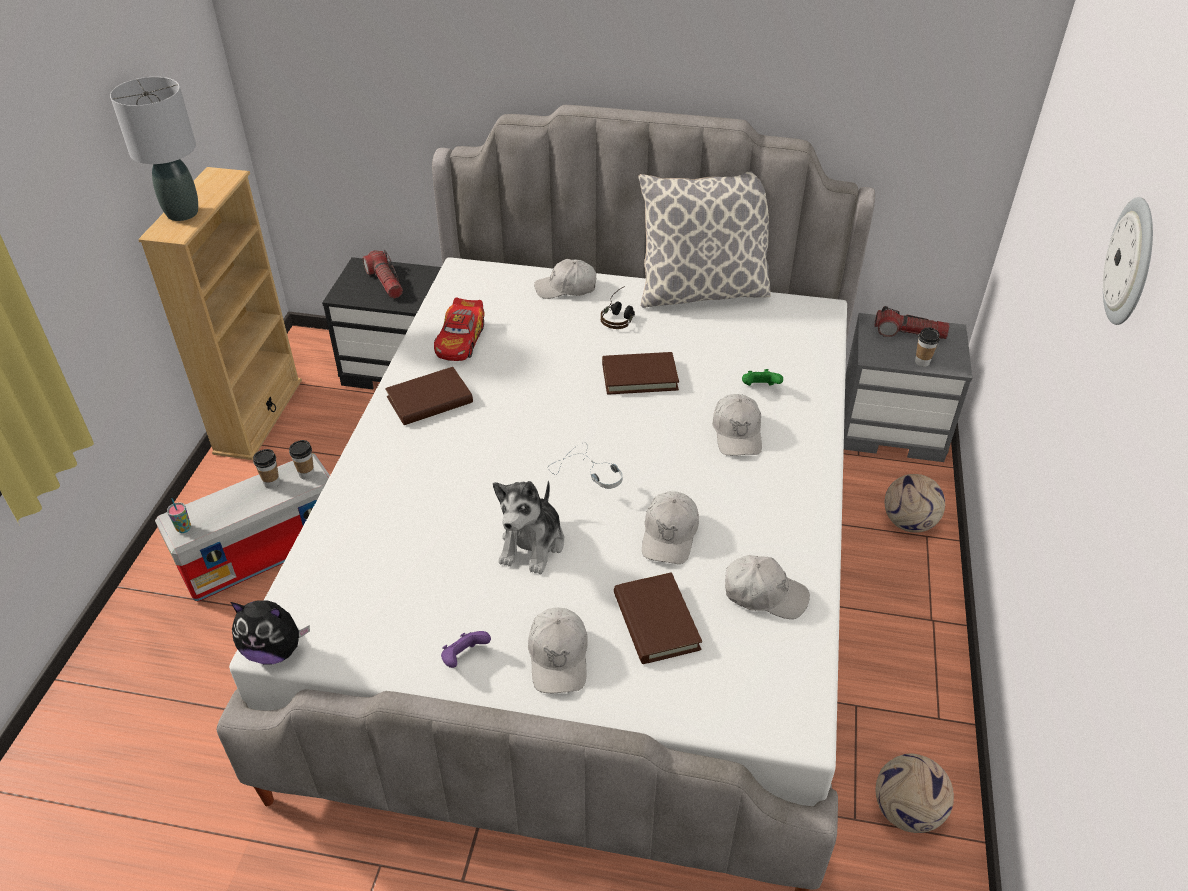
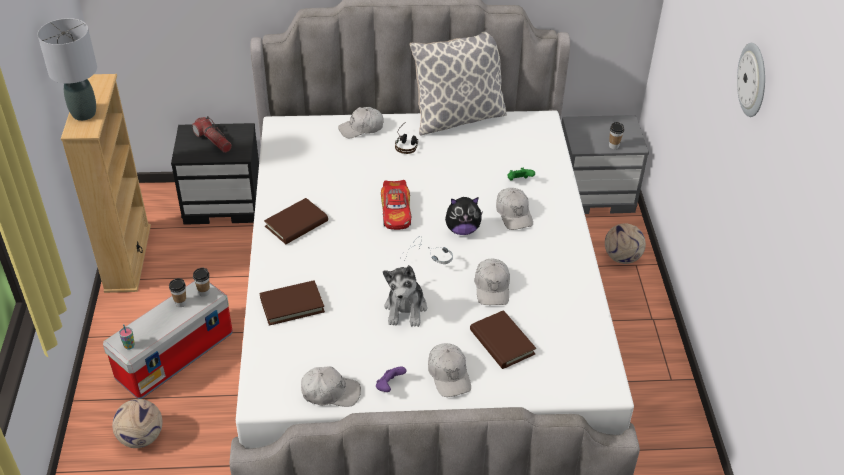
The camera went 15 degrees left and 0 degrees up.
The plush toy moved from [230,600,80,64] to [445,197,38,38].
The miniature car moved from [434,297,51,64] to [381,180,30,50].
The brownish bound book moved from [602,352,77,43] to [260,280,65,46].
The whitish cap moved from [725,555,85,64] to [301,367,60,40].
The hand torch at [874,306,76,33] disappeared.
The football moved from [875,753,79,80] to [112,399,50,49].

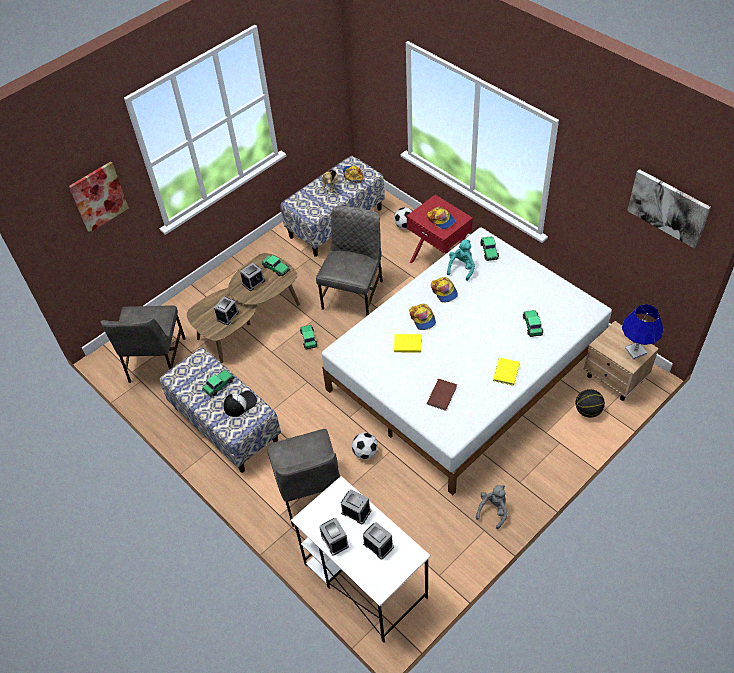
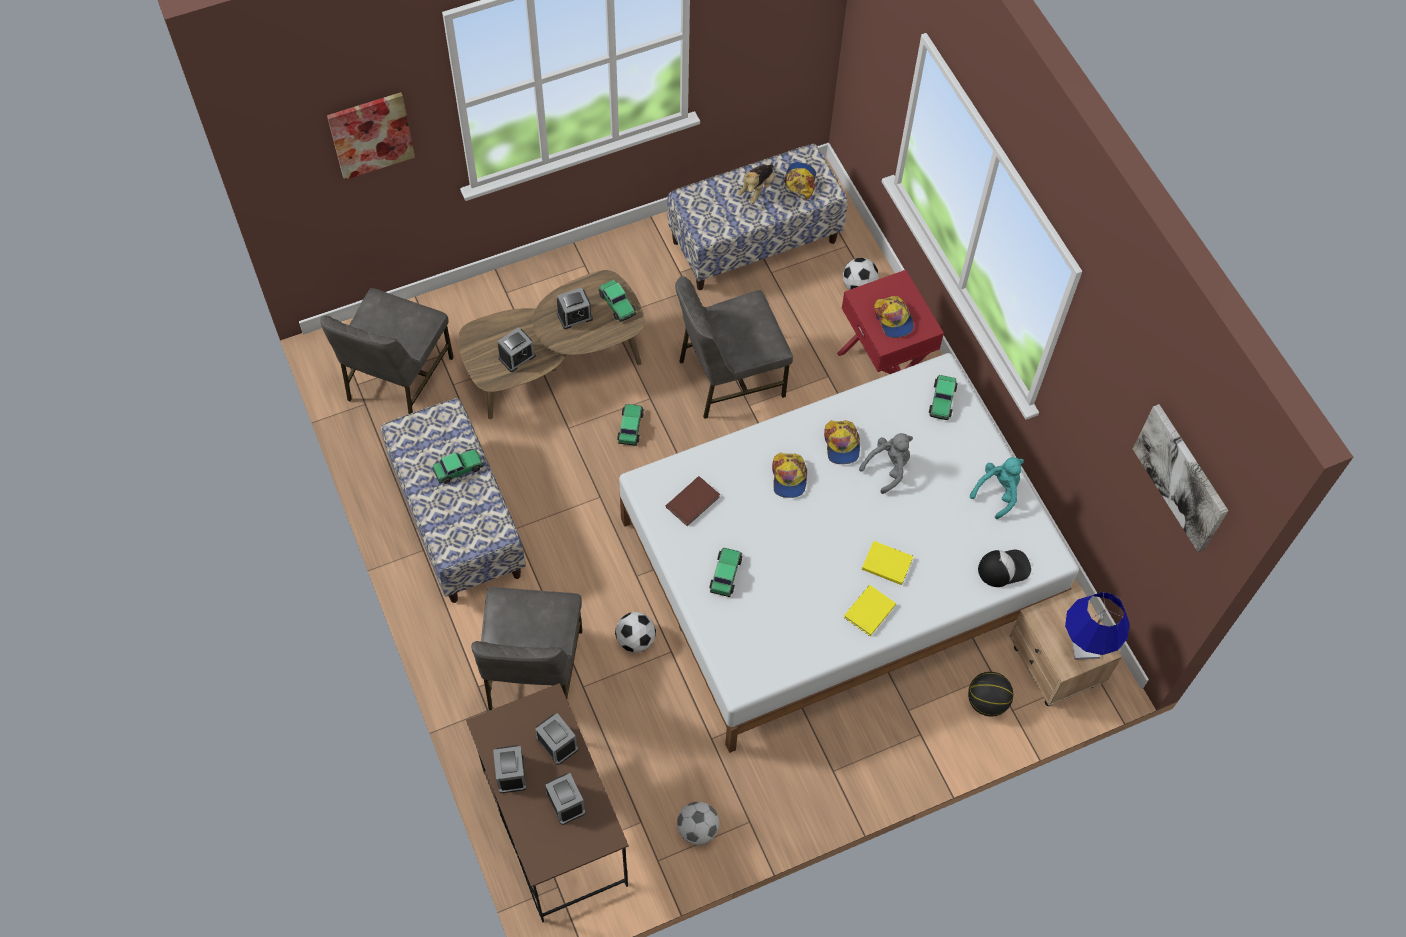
The camera went 15 degrees right and 10 degrees up.
The cap moved from [223,391,34,26] to [978,549,53,38].
The whitish desk unit at [291,476,140,167] became the brownish desk unit at [466,683,163,240].
The greyish upright chair at [316,205,67,111] turned 150 degrees counterclockwise.
The yellow-coloured bound book moved from [394,334,27,18] to [862,541,51,44].
The brownish bound book moved from [427,379,30,32] to [666,476,54,50].
The turquoise-coloured plush toy moved from [447,240,28,41] to [970,457,54,62].
The greyish plush toy moved from [476,485,32,44] to [859,433,54,61].
The miniature car moved from [523,310,20,27] to [709,548,34,49].
The football at [677,802,42,43] appeared.

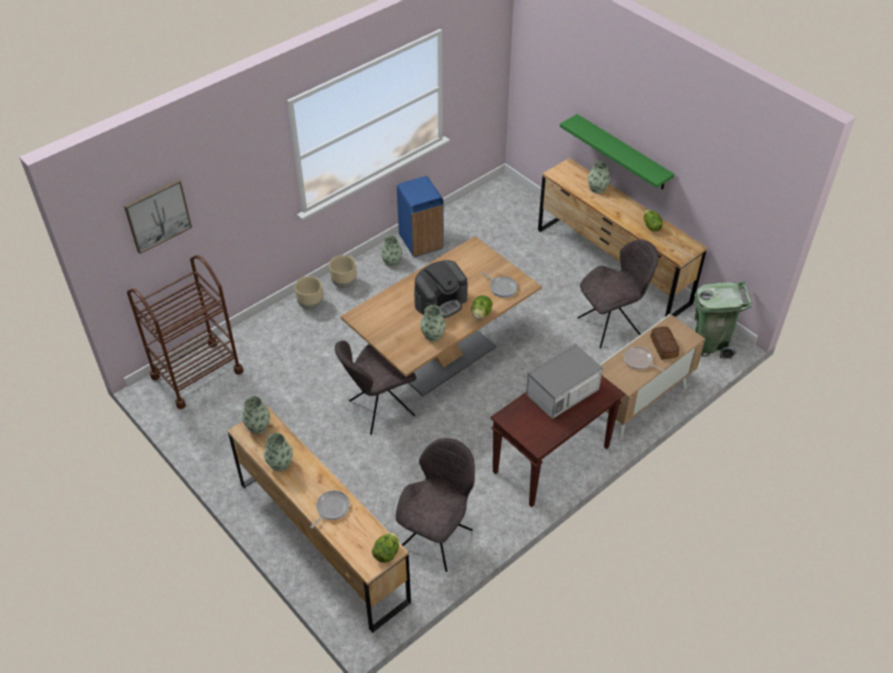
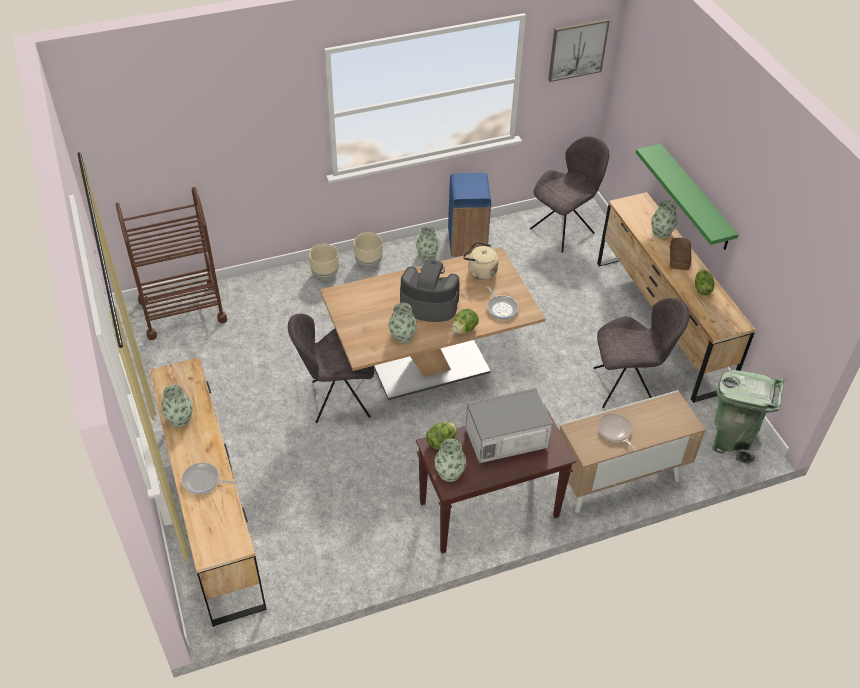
The camera went 20 degrees right and 0 degrees up.
The picture moved from [124,179,68,75] to [548,19,62,63].
The decorative vase moved from [242,396,28,38] to [434,439,32,43].
The skillet at [310,490,40,38] turned 135 degrees counterclockwise.
The head of lettuce moved from [372,533,27,30] to [426,422,31,27].
The greyish upright chair moved from [396,438,79,134] to [530,136,79,117].
The coffee brewer at [414,260,54,58] turned 150 degrees counterclockwise.
The bakery bread moved from [650,326,29,34] to [670,238,21,32].
The beige kettle at [463,242,36,38] appeared.

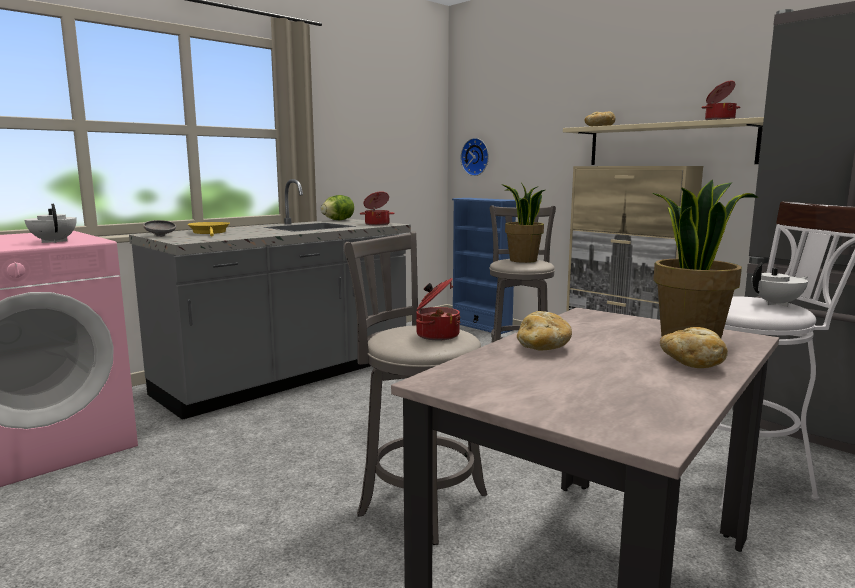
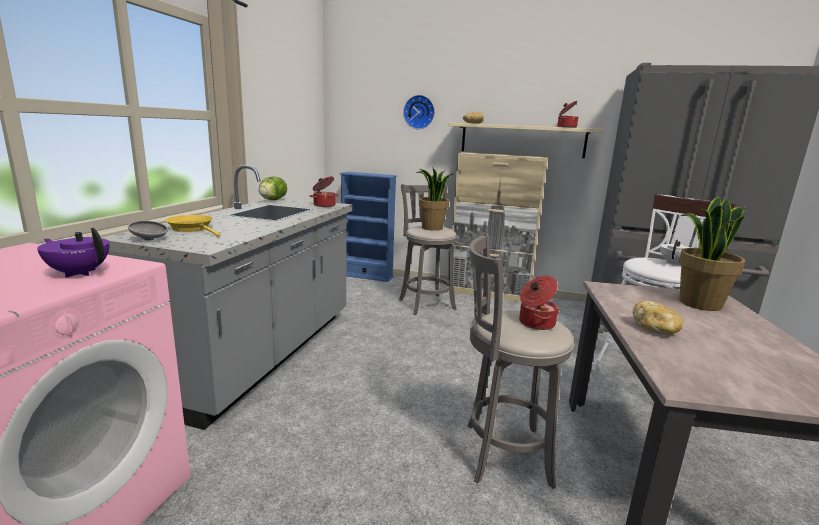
The camera went 30 degrees left and 5 degrees up.
The whitish tea pot at [25,204,52,39] became the purple tea pot at [37,228,72,50].
The wall clock moved from [461,138,28,38] to [403,95,32,34].
The bakery bread at [660,327,68,41] disappeared.

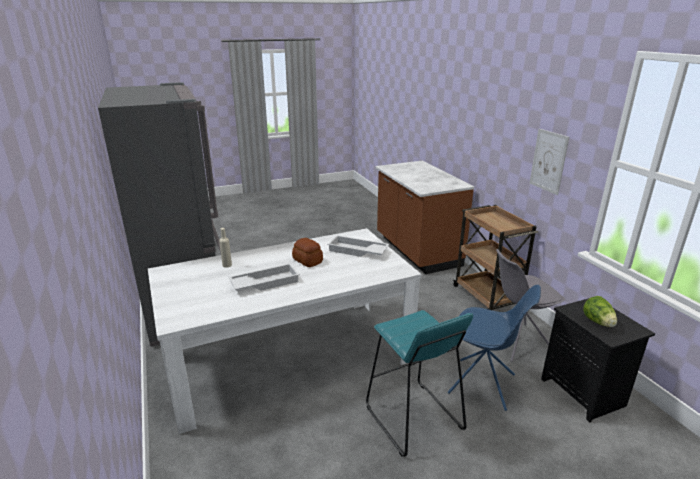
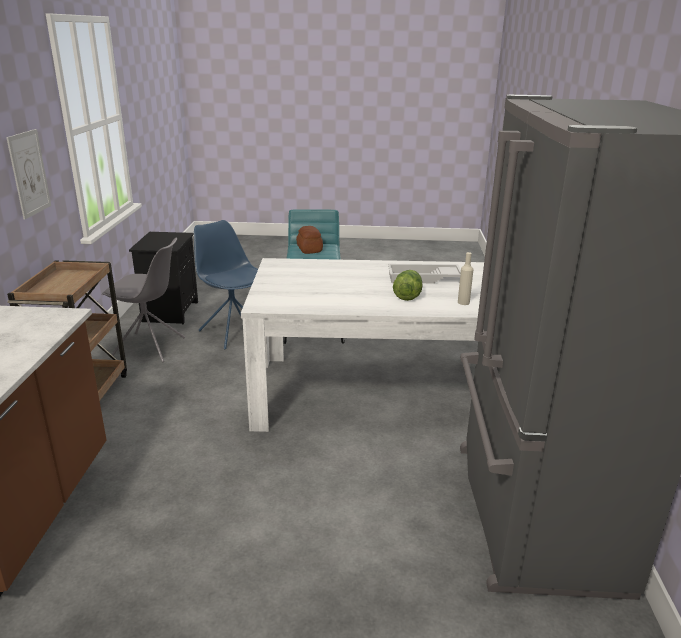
The camera went 155 degrees left and 0 degrees up.
The bakery bread moved from [292,238,31,29] to [296,226,27,28].
The whitish carrying tray at [327,235,62,22] disappeared.
The head of lettuce moved from [583,296,34,31] to [393,270,30,31].

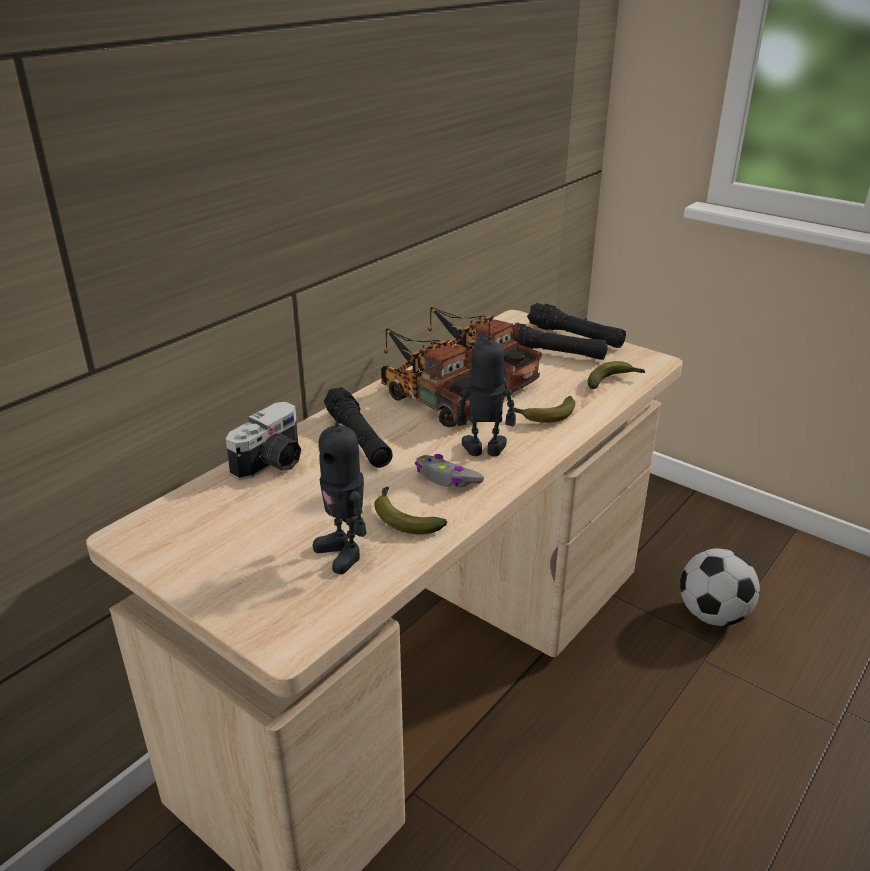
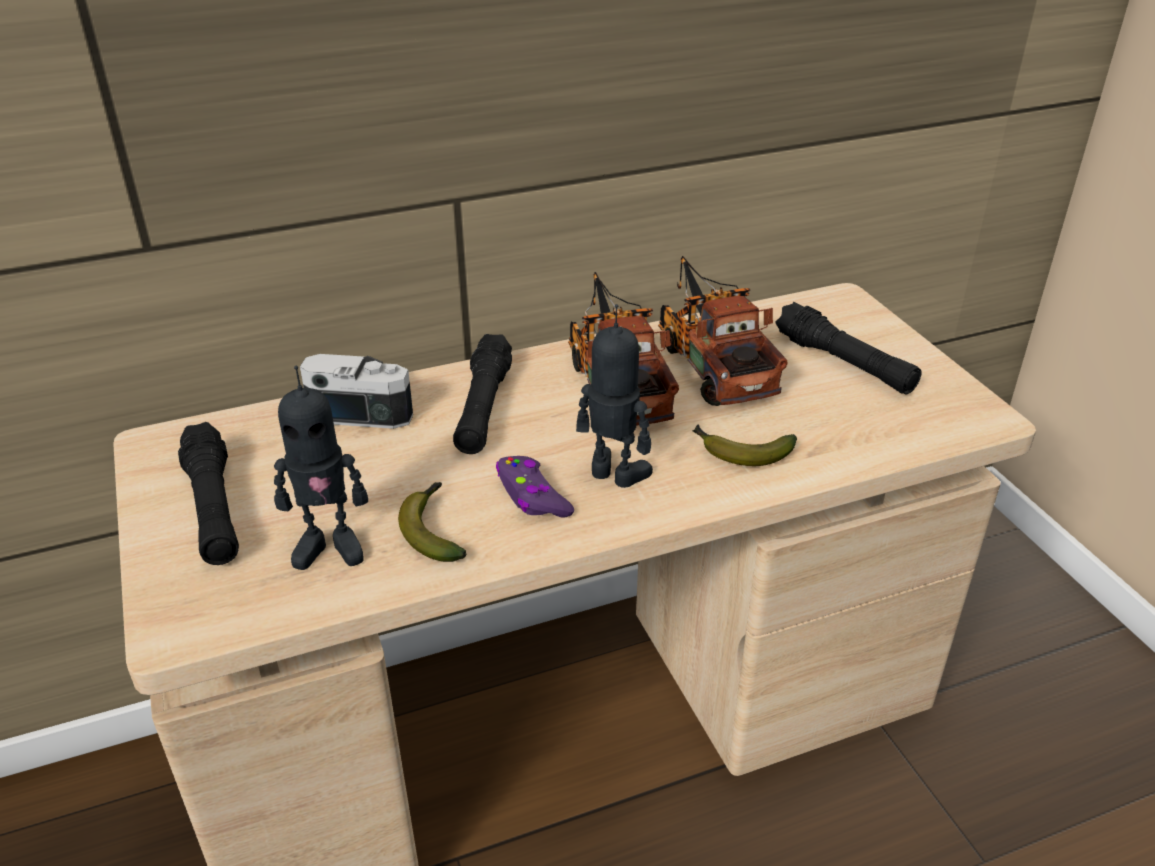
The camera went 30 degrees right and 5 degrees up.
The still camera at [226,401,75,79] turned 150 degrees counterclockwise.
The toy robot at [313,407,54,167] turned 90 degrees counterclockwise.
The greyish gamepad at [415,454,69,34] became the purple gamepad at [496,456,78,62].
The black-coloured hand torch moved from [527,303,99,45] to [178,422,61,143].
The whole banana at [588,361,57,28] disappeared.
The football at [680,548,80,78] disappeared.

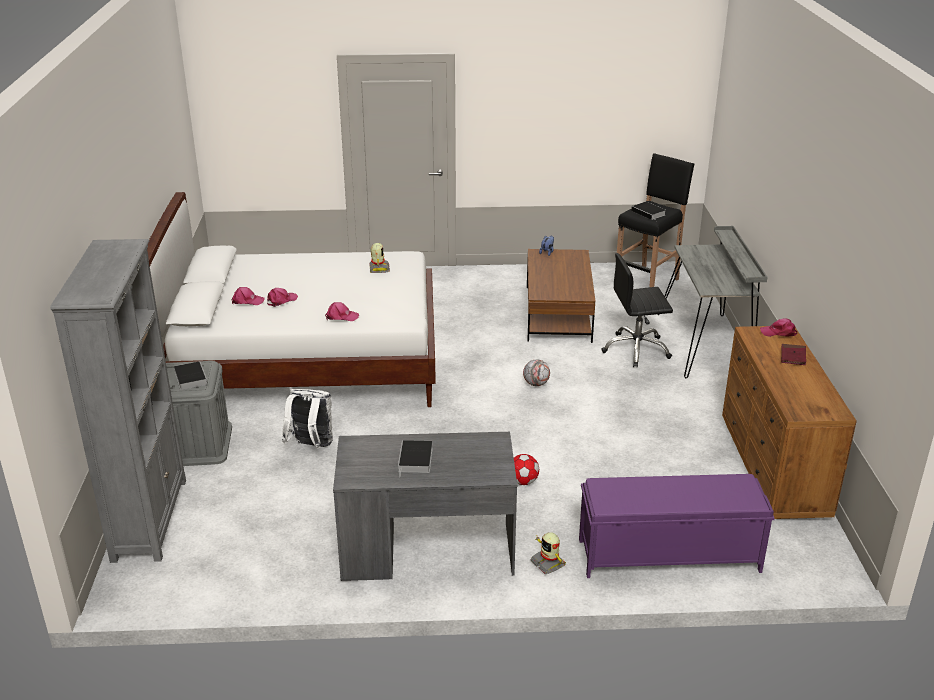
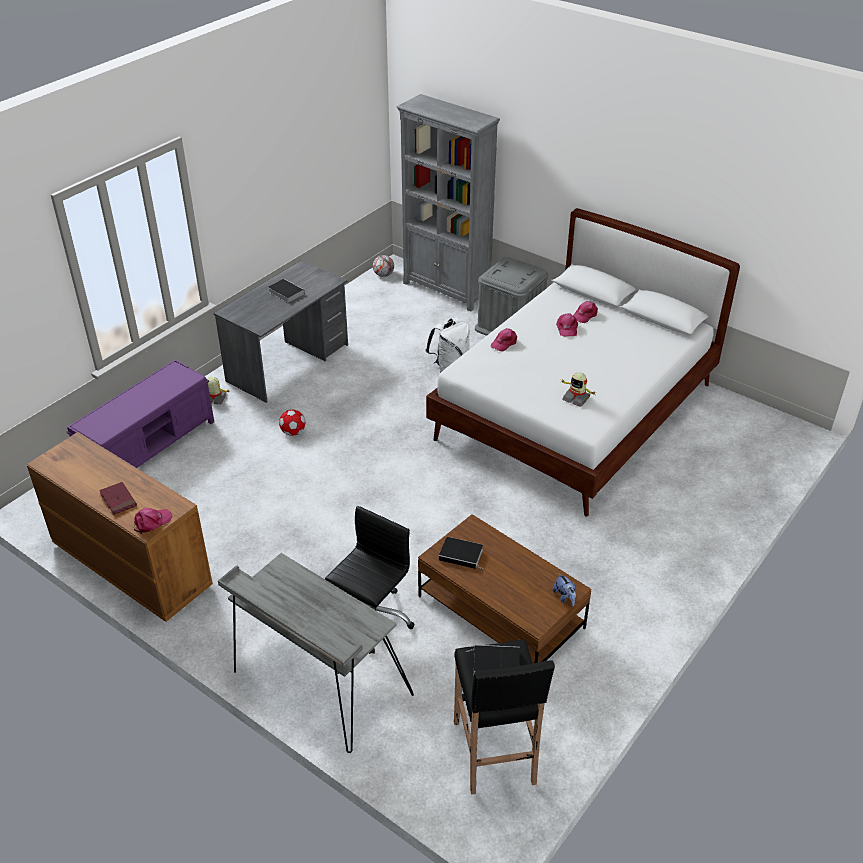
The camera went 130 degrees right and 10 degrees up.
The bound book moved from [174,361,34,29] to [439,537,45,32].
The football moved from [523,359,27,27] to [373,255,21,22].

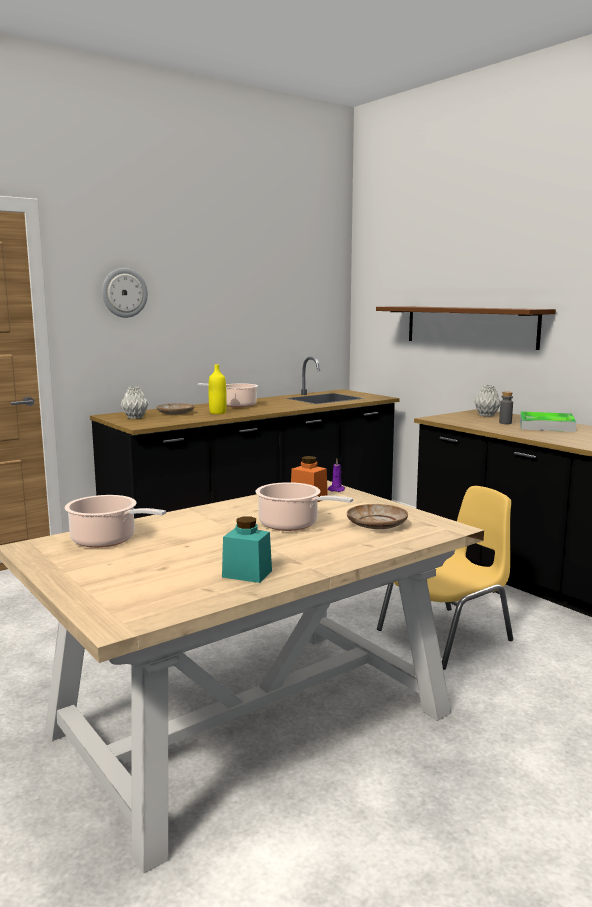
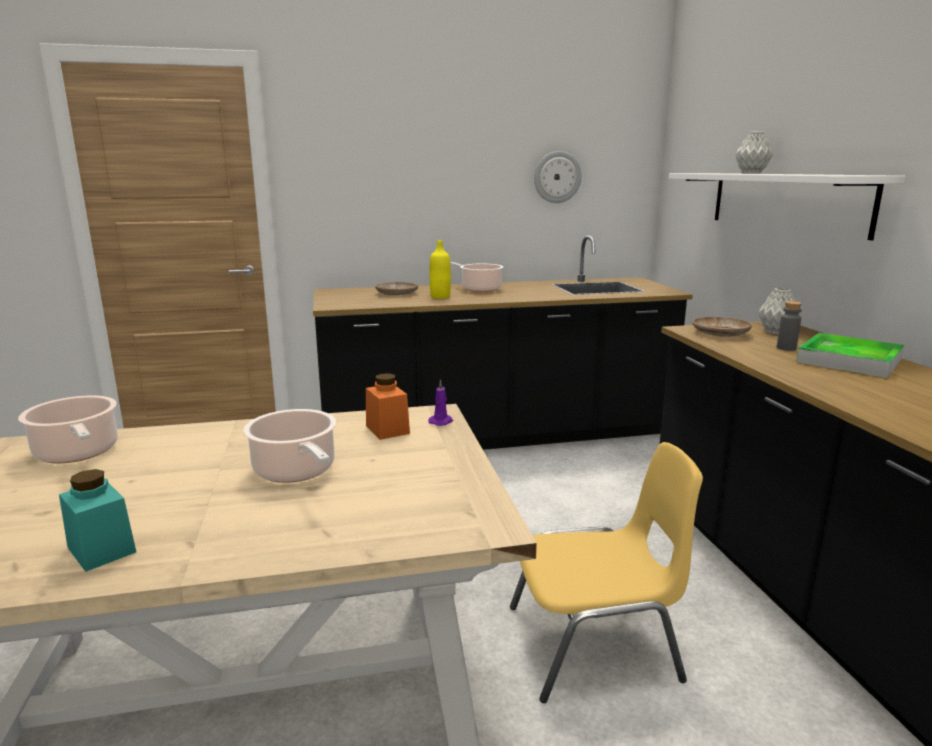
The camera went 25 degrees right and 5 degrees up.
The wall clock moved from [102,268,46,50] to [534,151,48,52].
The greyish decorative vase moved from [121,387,28,32] to [735,131,38,43].
The beige plate moved from [347,504,61,25] to [693,317,59,20].
The brownish shelf at [376,306,180,44] became the whitish shelf at [669,173,236,67].

